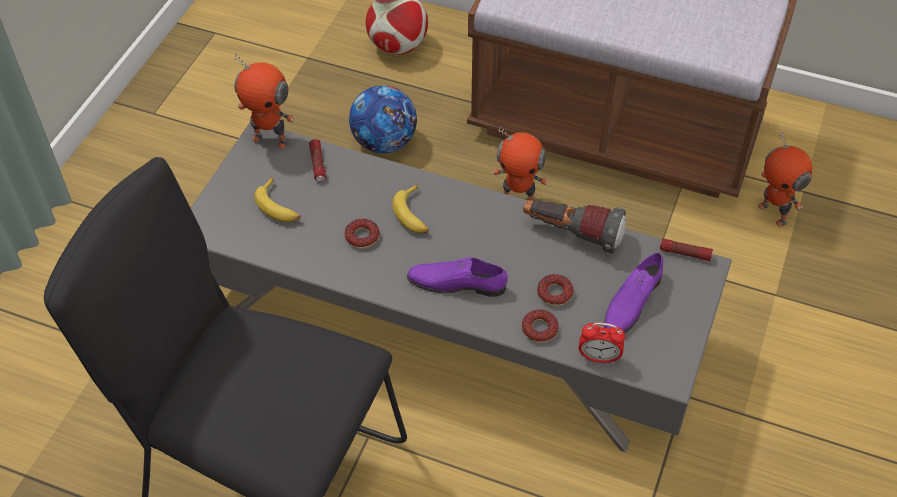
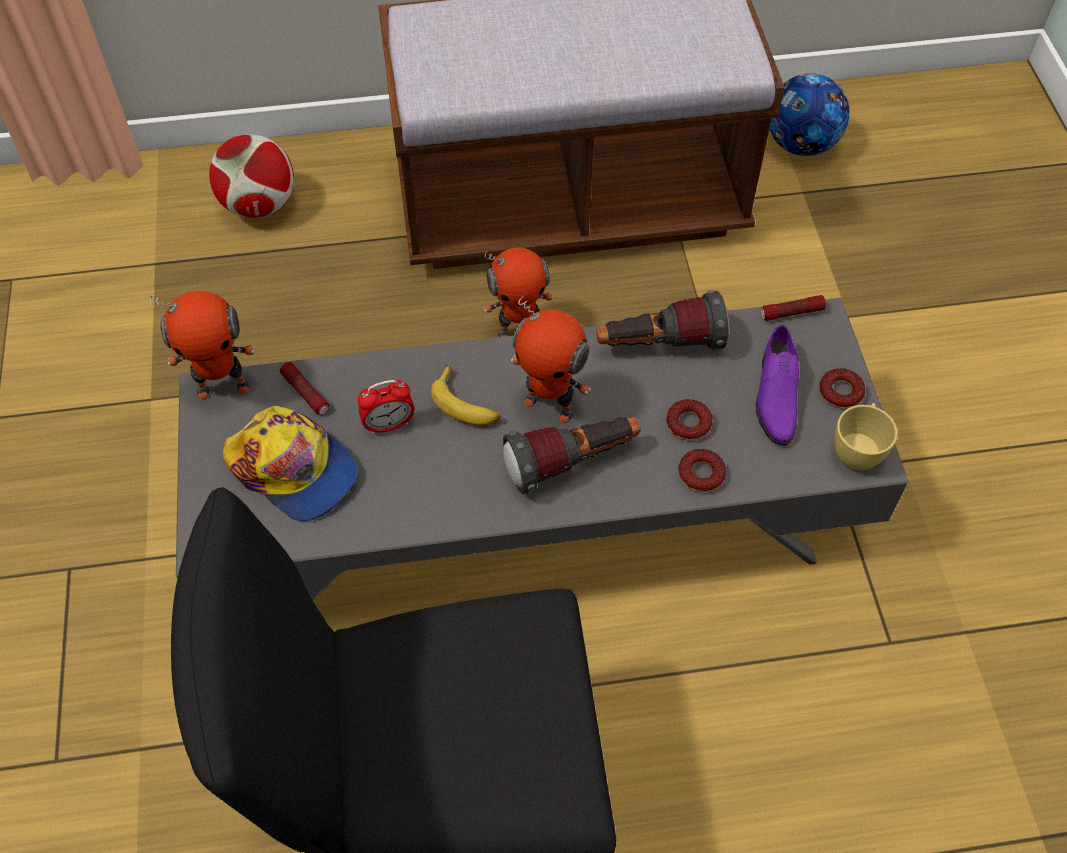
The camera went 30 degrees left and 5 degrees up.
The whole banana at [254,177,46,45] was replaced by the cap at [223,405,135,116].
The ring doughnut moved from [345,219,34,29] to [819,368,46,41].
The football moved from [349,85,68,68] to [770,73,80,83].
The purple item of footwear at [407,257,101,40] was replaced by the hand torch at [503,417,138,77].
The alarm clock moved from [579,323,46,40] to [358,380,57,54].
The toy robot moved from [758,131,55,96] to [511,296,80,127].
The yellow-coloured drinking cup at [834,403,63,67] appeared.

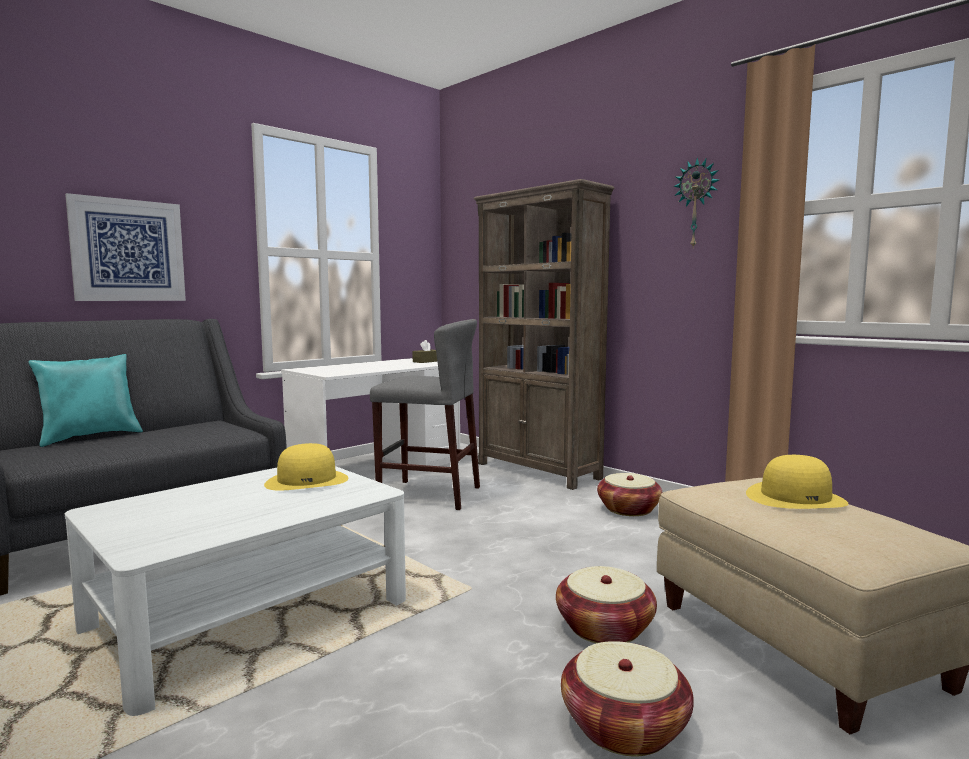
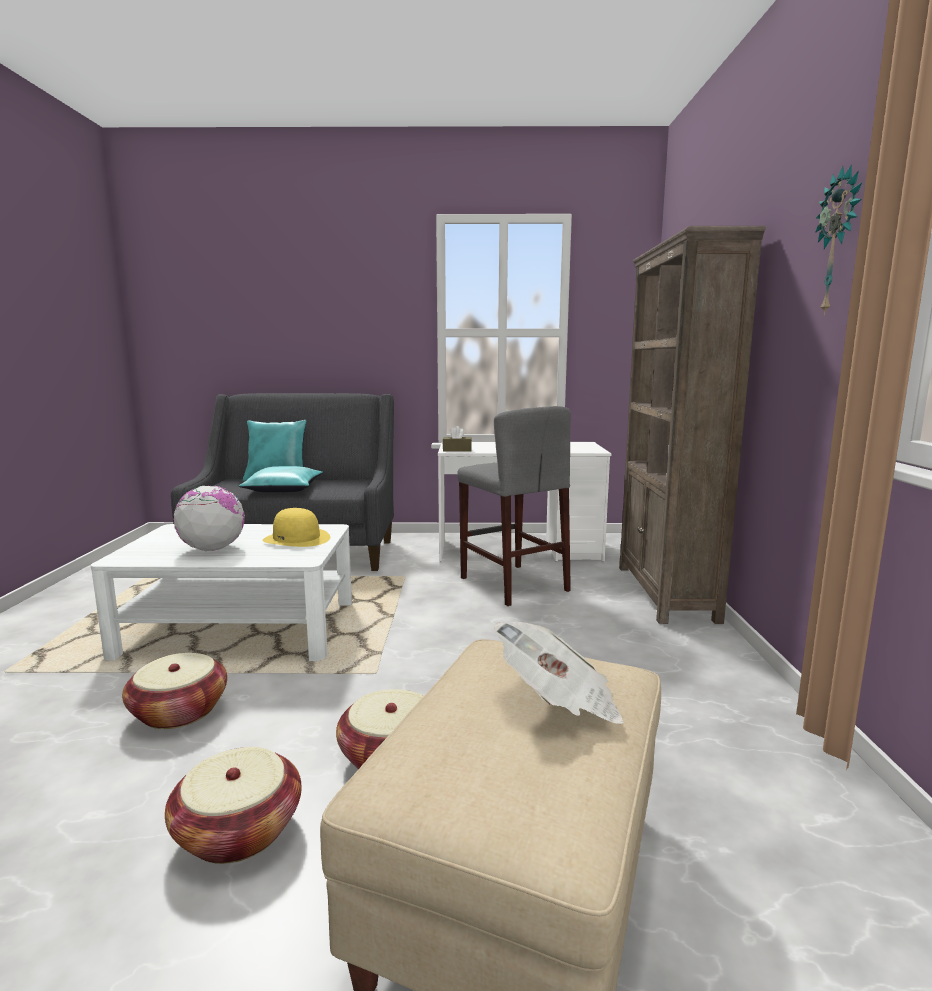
The camera went 45 degrees right and 5 degrees up.
The picture at [65,193,121,108] disappeared.
The brownish tissue holder moved from [412,340,25,23] to [443,426,29,25].
The household basket moved from [597,473,65,43] to [122,653,105,76].
The yellow-coloured clothing hat at [746,455,102,54] was replaced by the newspaper at [494,622,130,102].
The globe at [173,485,72,66] appeared.
The turquoise-coloured cushion at [239,466,84,26] appeared.

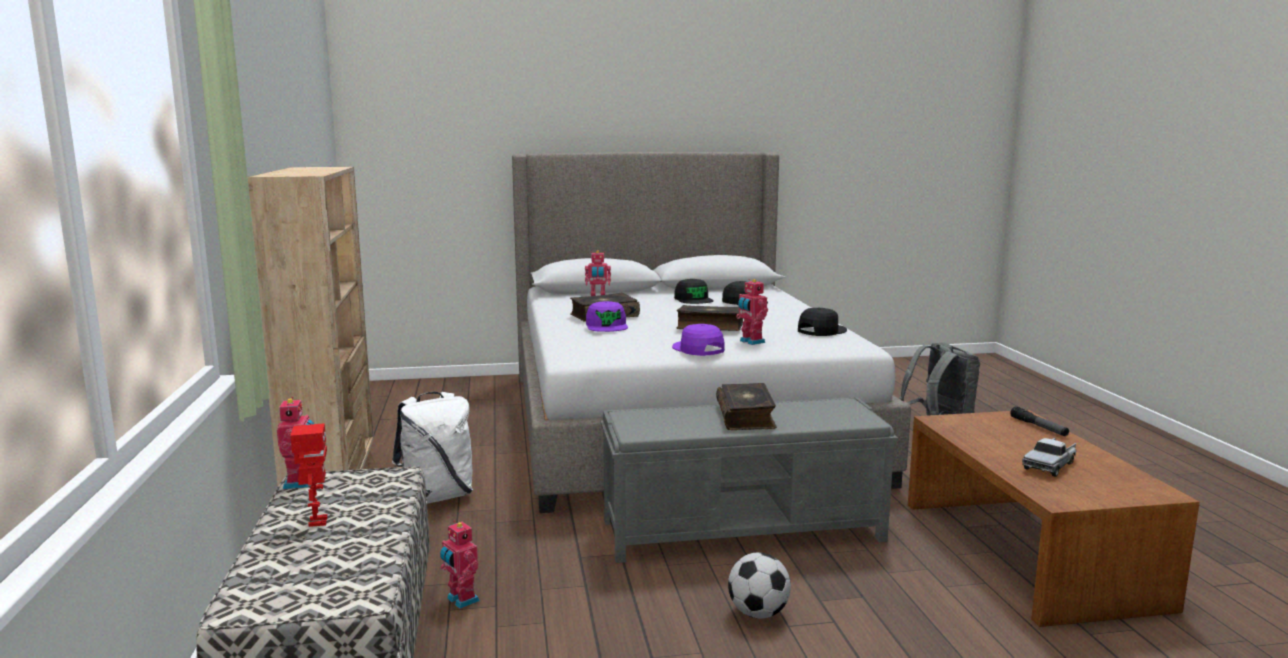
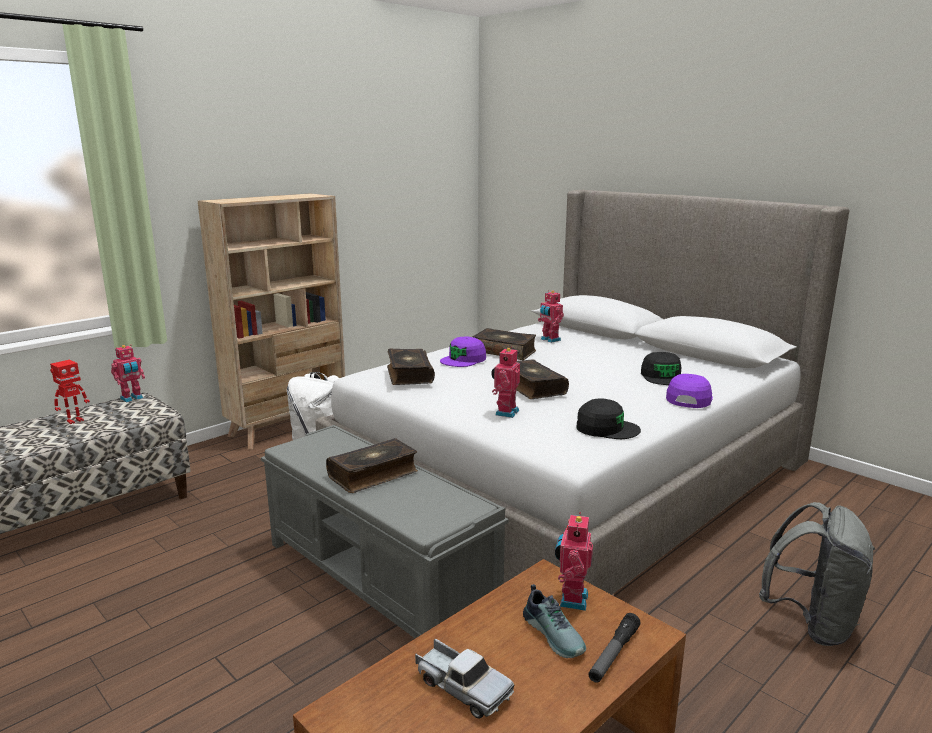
The camera went 55 degrees right and 5 degrees up.
The toy robot moved from [440,520,40,89] to [555,512,38,99].
The purple cap moved from [672,324,53,32] to [666,374,47,34].
The black-coloured cap at [674,279,40,25] disappeared.
The football at [728,552,63,67] disappeared.
The toy lorry at [1022,438,54,39] turned 150 degrees counterclockwise.
The bound book at [387,349,48,36] appeared.
The item of footwear at [523,584,63,74] appeared.

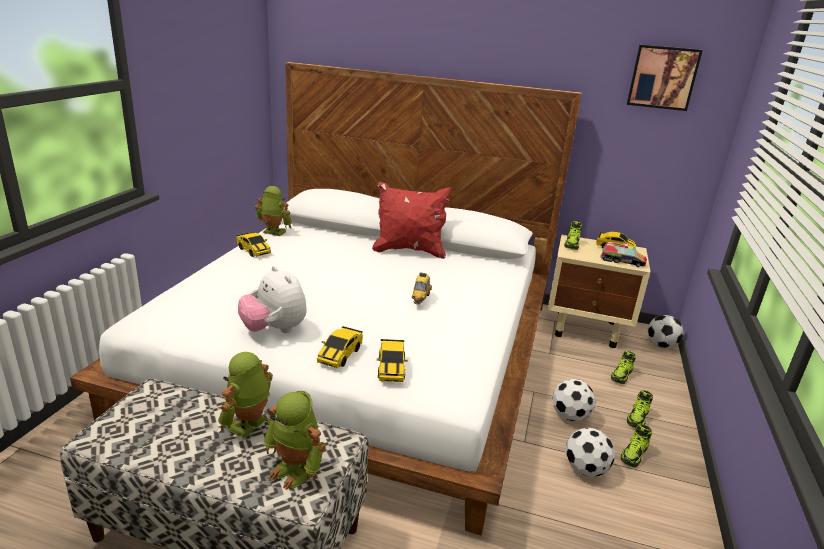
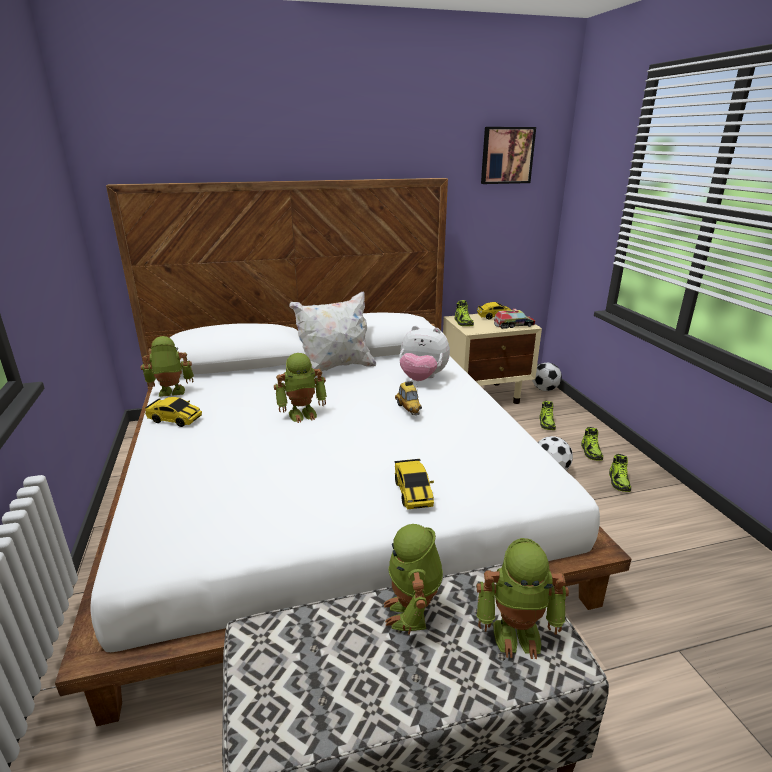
The camera went 30 degrees left and 0 degrees up.
The plush toy moved from [238,266,69,67] to [399,325,51,56].
The reddish cushion at [372,181,80,78] became the whitish cushion at [289,292,87,79].
The miniature car at [377,339,31,43] disappeared.
The football at [566,428,49,49] disappeared.
The toy robot at [274,353,53,70] appeared.

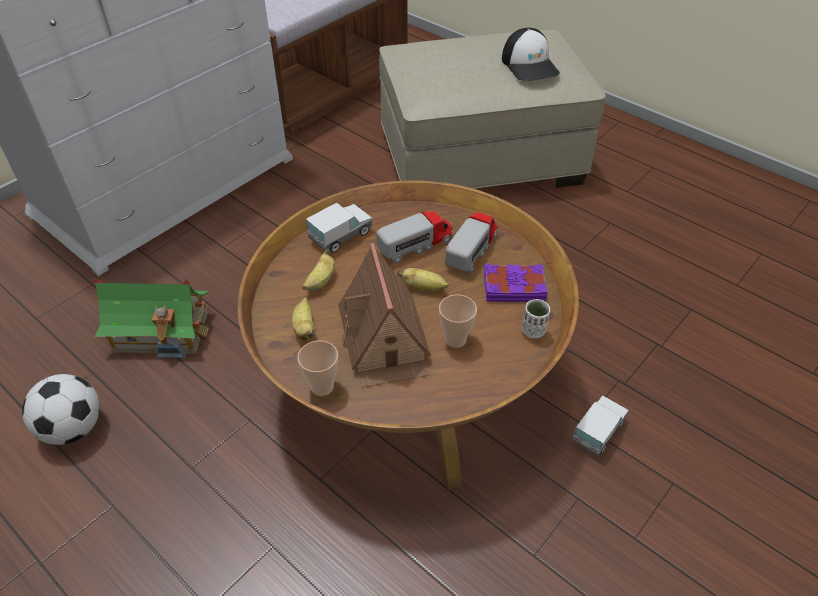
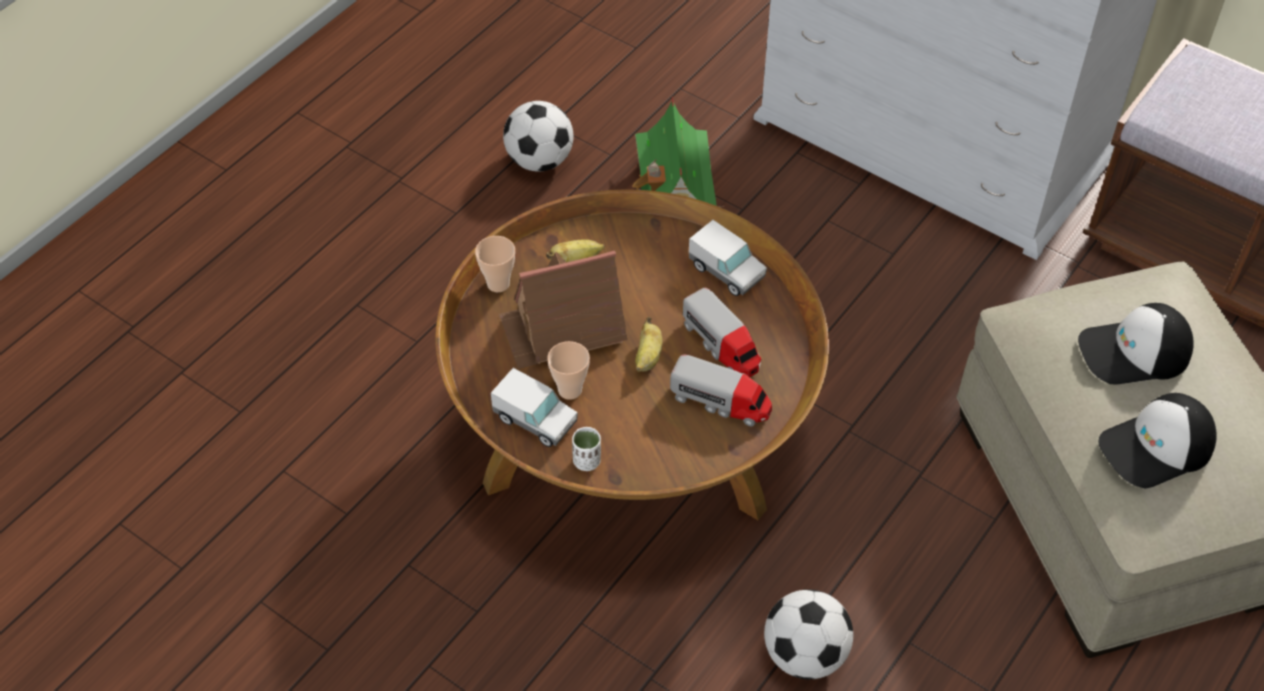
The camera went 85 degrees right and 5 degrees up.
The whole banana at [302,249,33,42] disappeared.
The purple bound book at [484,264,64,38] disappeared.
The toy lorry moved from [572,395,57,61] to [491,368,87,79].
The football at [764,589,89,90] appeared.
The cap at [1078,303,116,81] appeared.

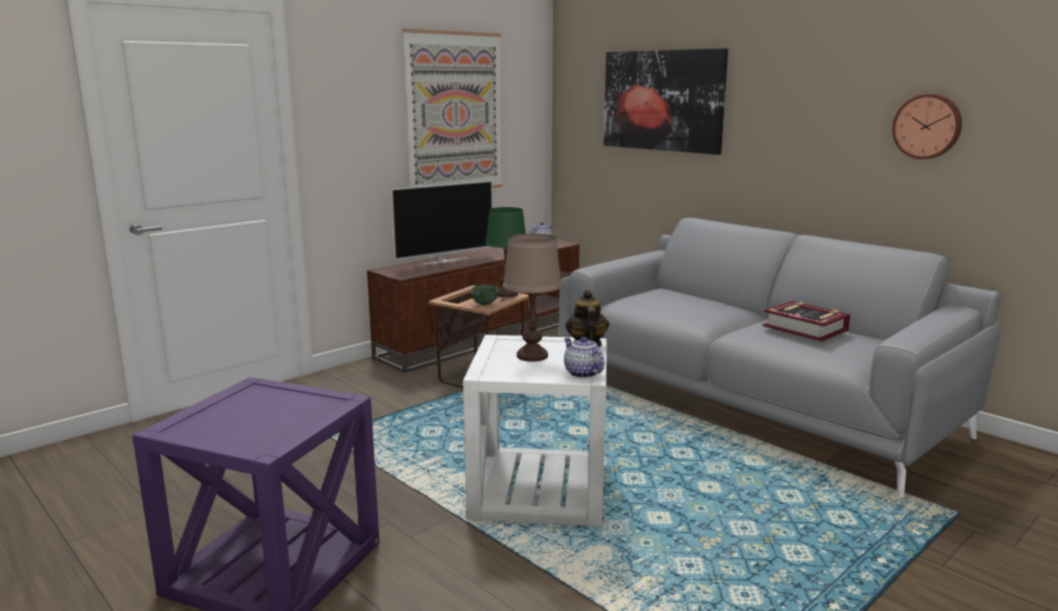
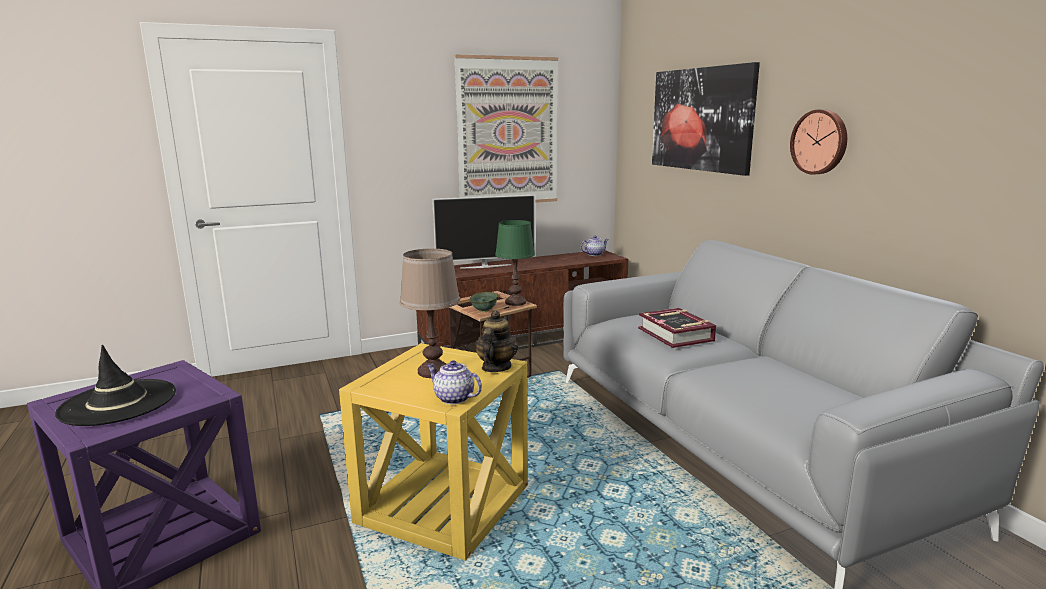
The camera went 20 degrees right and 0 degrees up.
The whitish side table at [463,335,144,191] became the yellow-coloured side table at [339,343,189,217].
The tea pot at [564,337,41,41] turned 45 degrees counterclockwise.
The bound book moved from [763,301,88,40] to [638,308,78,40].
The wall clock moved from [892,94,70,65] to [790,109,57,66].
The black-coloured clothing hat at [55,345,121,81] appeared.

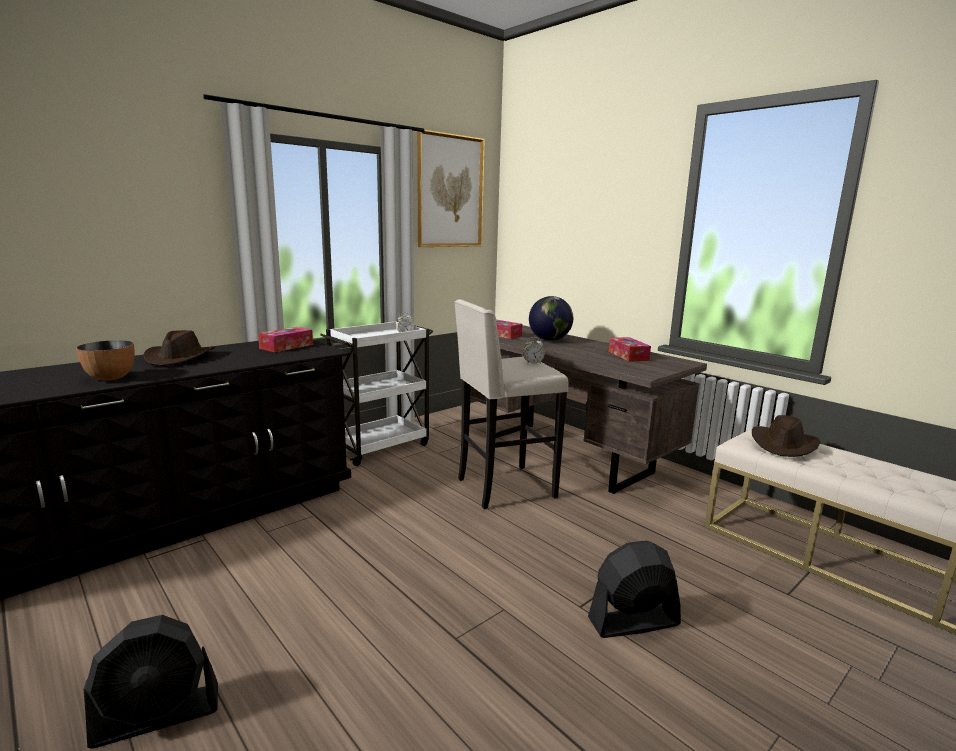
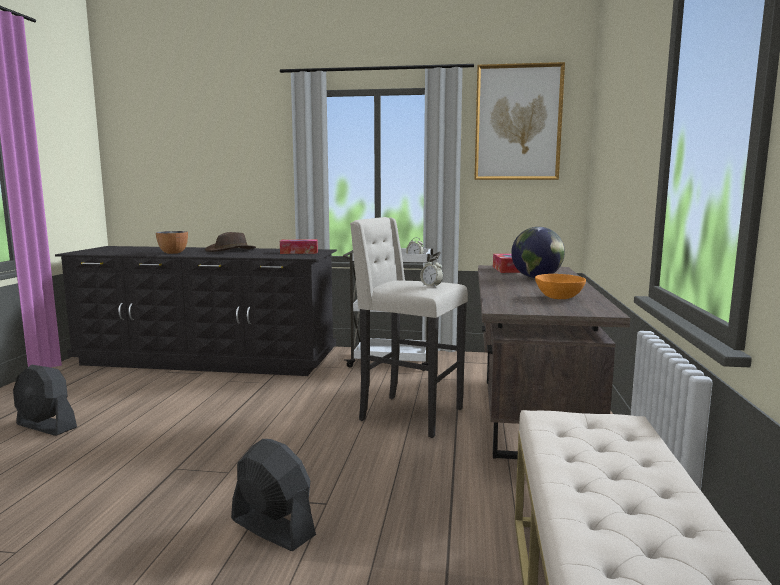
The camera went 50 degrees right and 5 degrees down.
The tissue holder at [608,337,43,25] was replaced by the orange-coloured serving bowl at [535,274,51,25].
The brownish clothing hat at [752,415,69,42] disappeared.

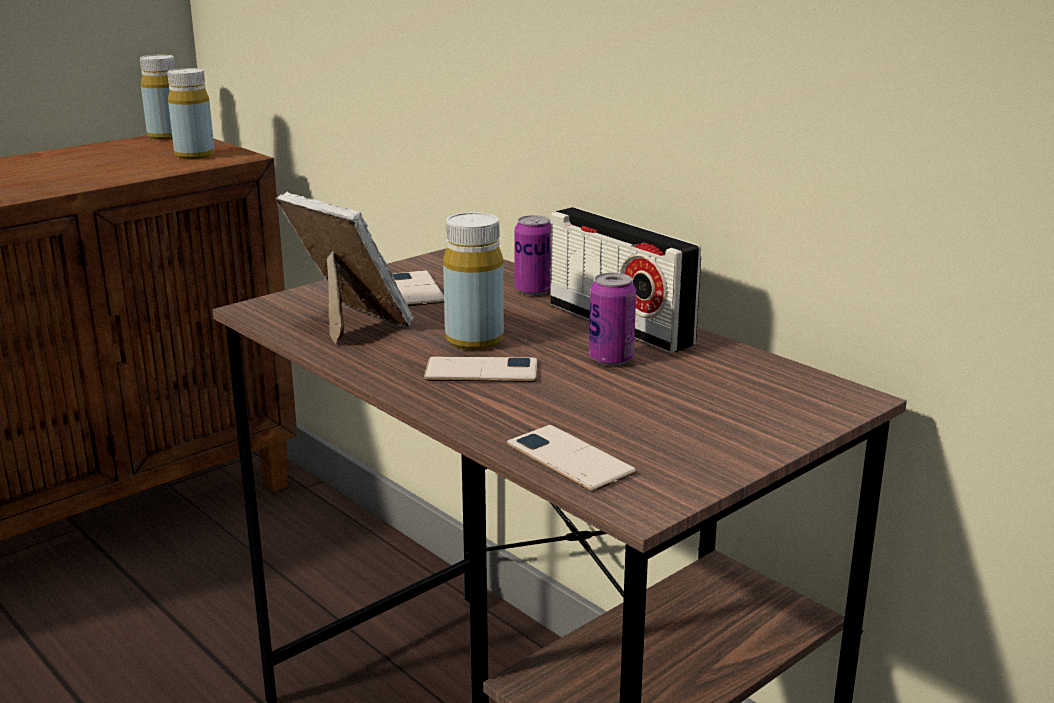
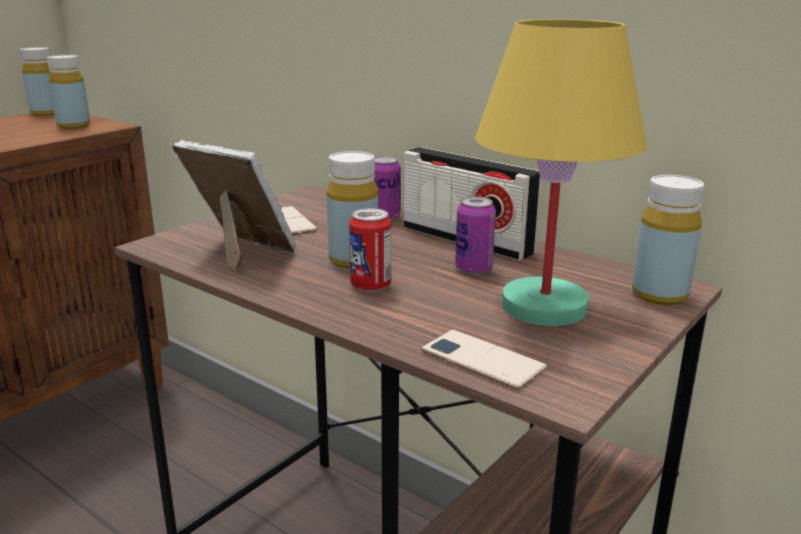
The camera went 10 degrees left and 0 degrees up.
The telephone at [424,356,114,26] was replaced by the sealed can at [349,208,42,84].
The yellow-coloured table lamp at [475,19,172,307] appeared.
The yellow-coloured drink bottle at [632,175,72,130] appeared.

